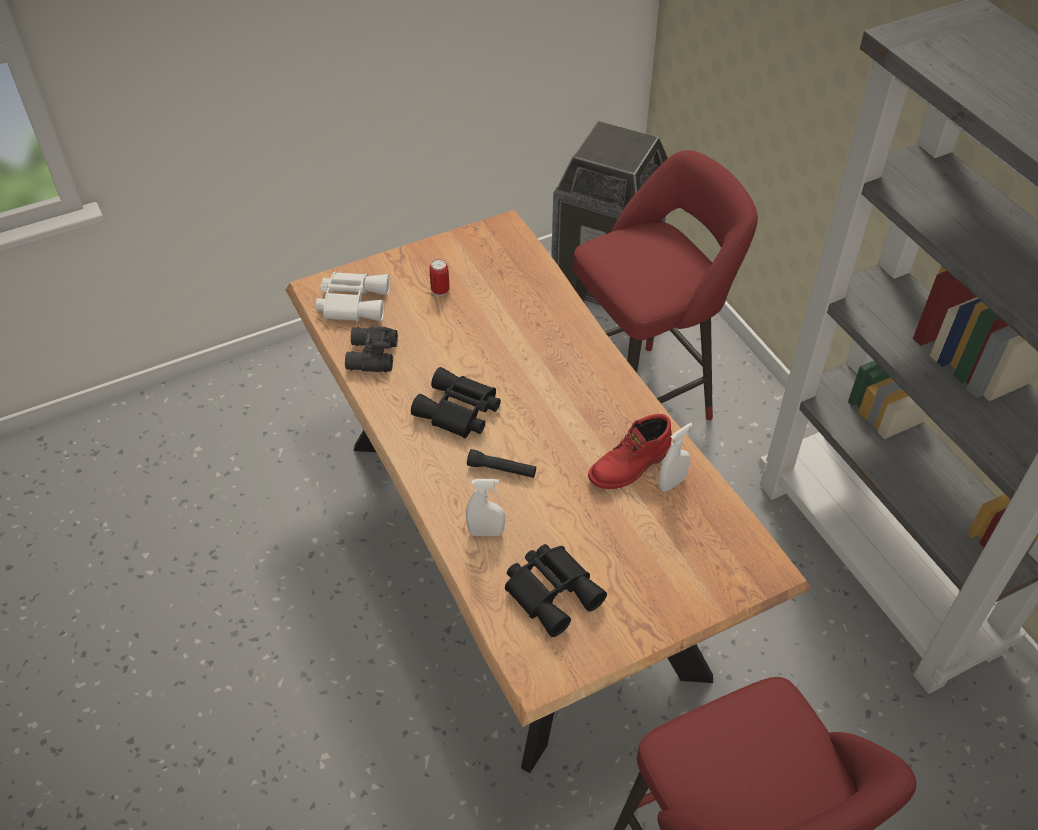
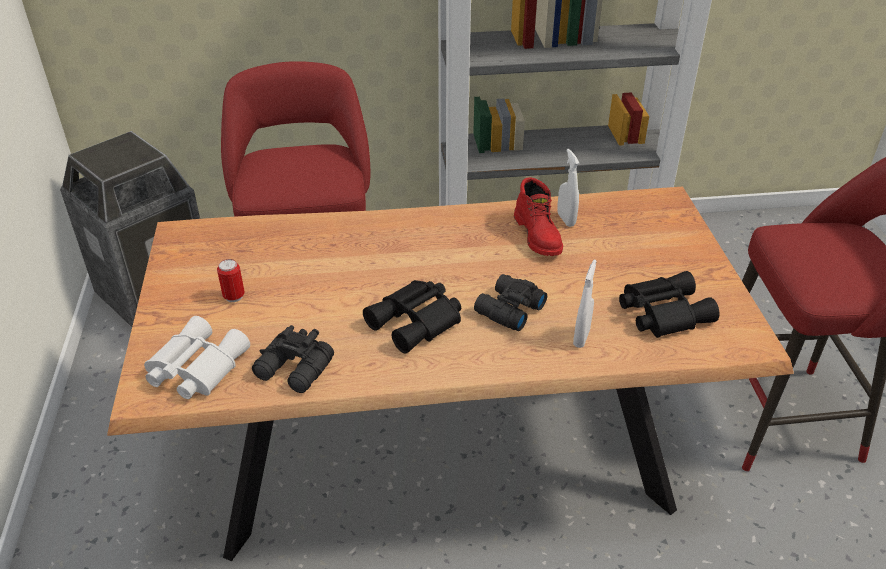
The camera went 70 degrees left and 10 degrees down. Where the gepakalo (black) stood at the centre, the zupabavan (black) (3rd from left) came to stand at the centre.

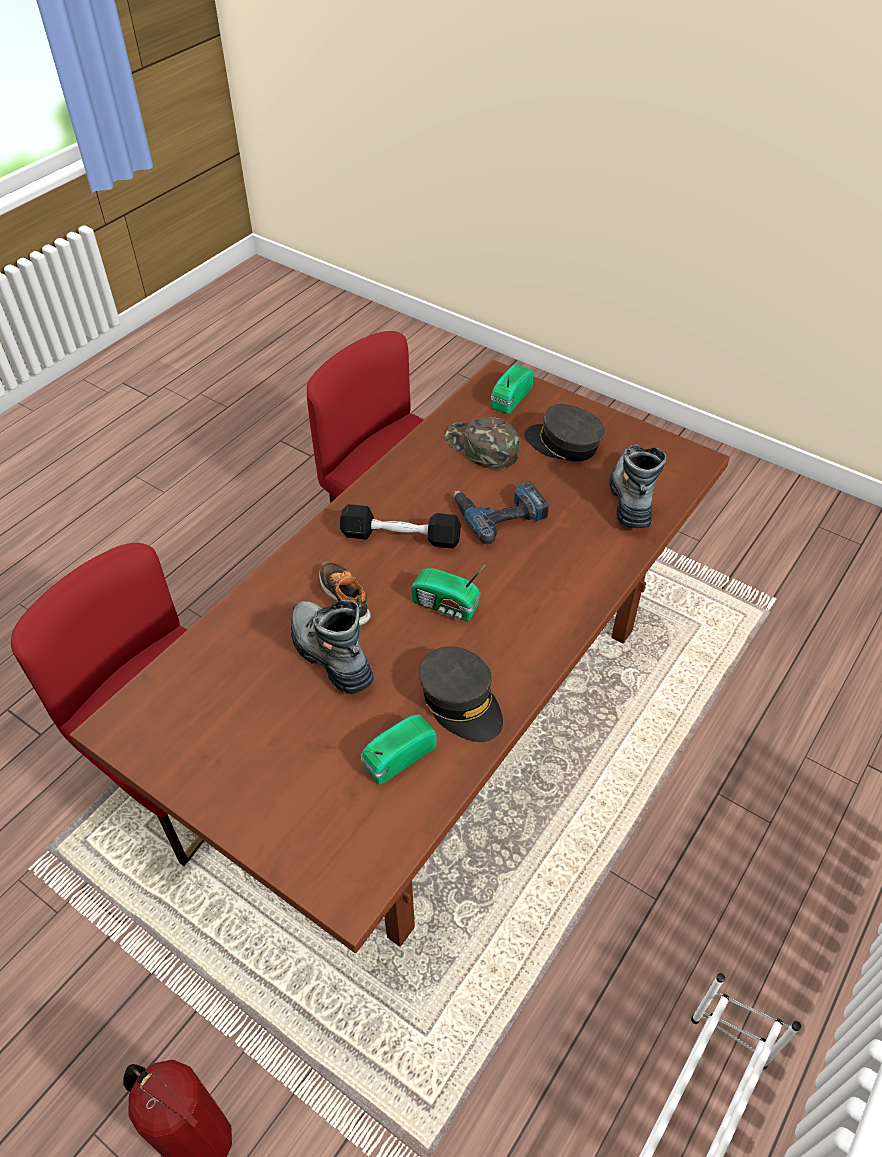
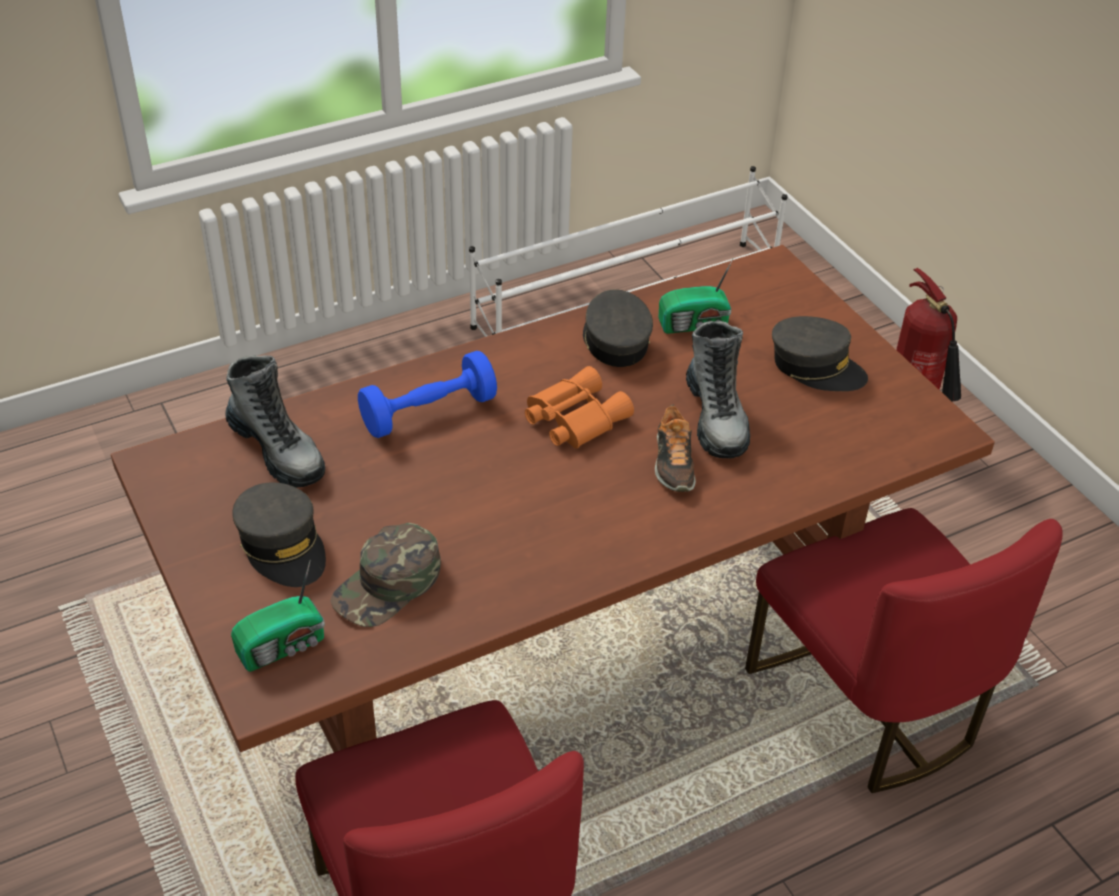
The camera went 155 degrees left and 5 degrees down. The second view lost the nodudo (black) at the centre. Where the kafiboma (2nd from left) stood at the centre, the zupabavan (orange) came to stand at the centre. The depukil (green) at the centre ended up facing another way, 60 degrees clockwise from before. The second view lost the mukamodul at the centre. The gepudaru (2nd from left in the first image) at the middle right ended up facing another way, 75 degrees counterclockwise from before. The second view gained the nodudo (blue) at the centre. The second view gained the depukil (grey) (3rd from left) at the middle right.

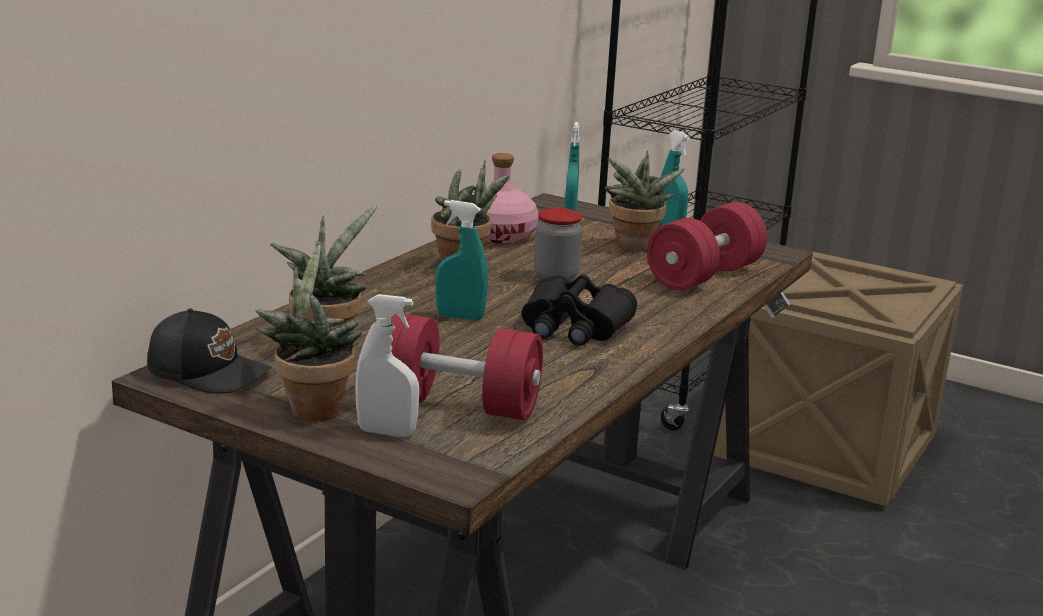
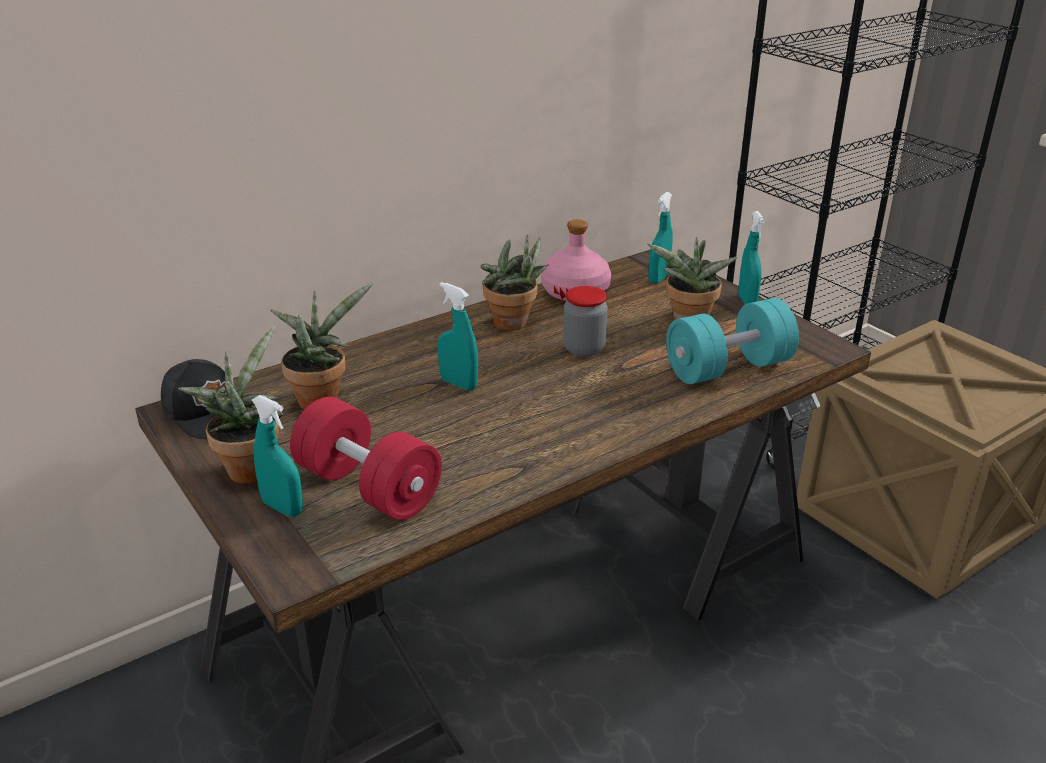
The camera went 25 degrees right and 10 degrees up. What was the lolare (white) at the centre turned into the lolare (turquoise) (1st from left) at the middle left. The second view lost the zupabavan (black) at the centre. What was the nodudo (red) (2nd from left) at the middle right turned into the nodudo (turquoise) at the middle right.

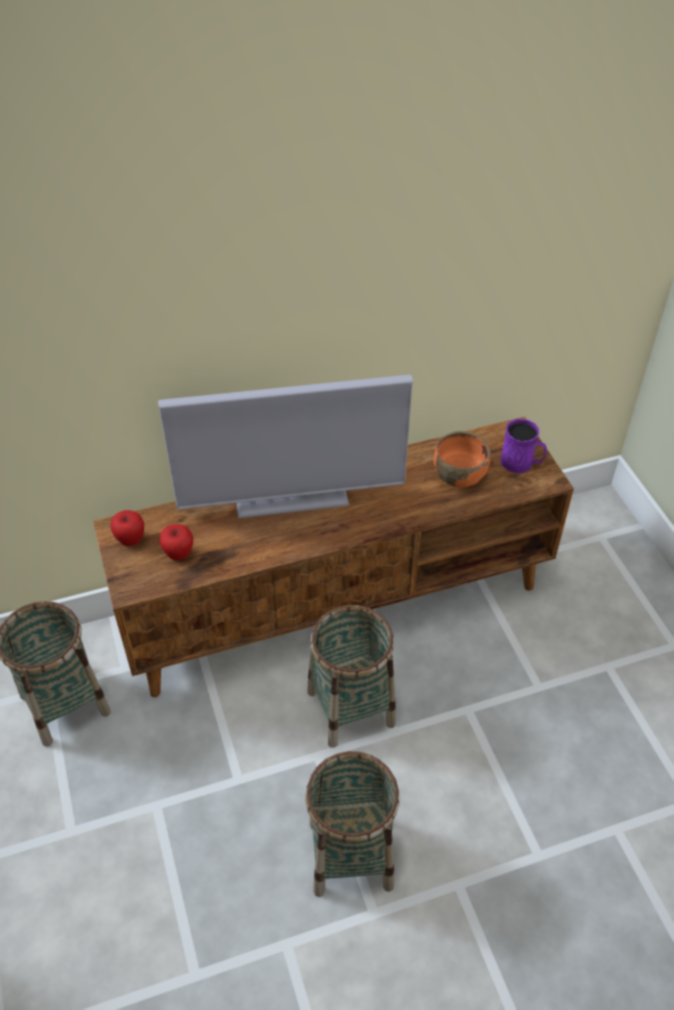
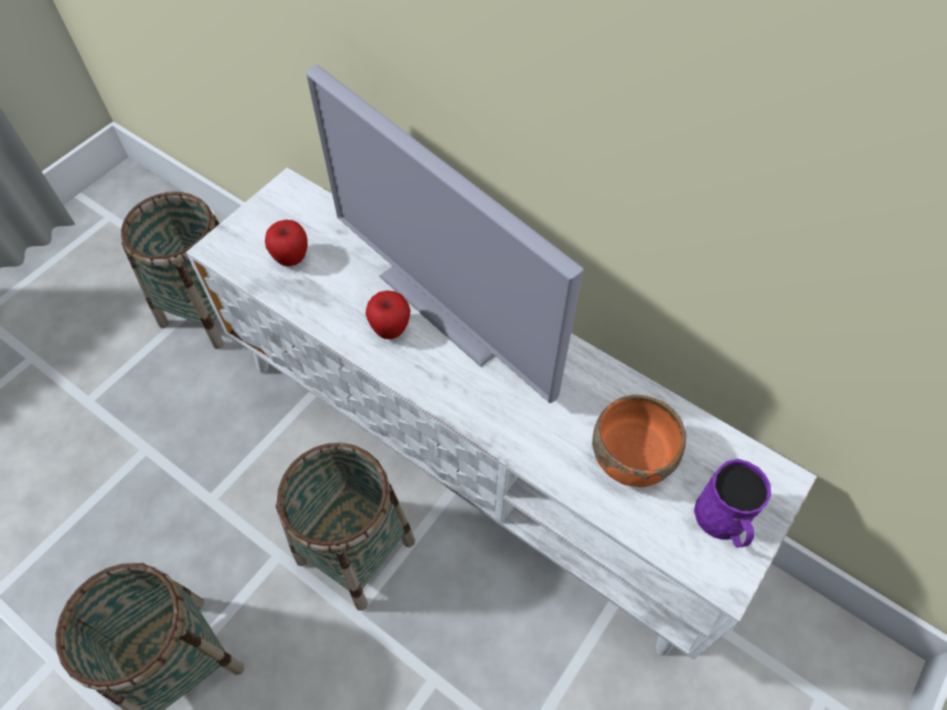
The camera went 55 degrees right and 10 degrees up. What was the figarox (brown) at the centre turned into the figarox (white) at the centre. The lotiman (1st from left in the first image) ended up elsewhere, having gone from the middle left to the centre.

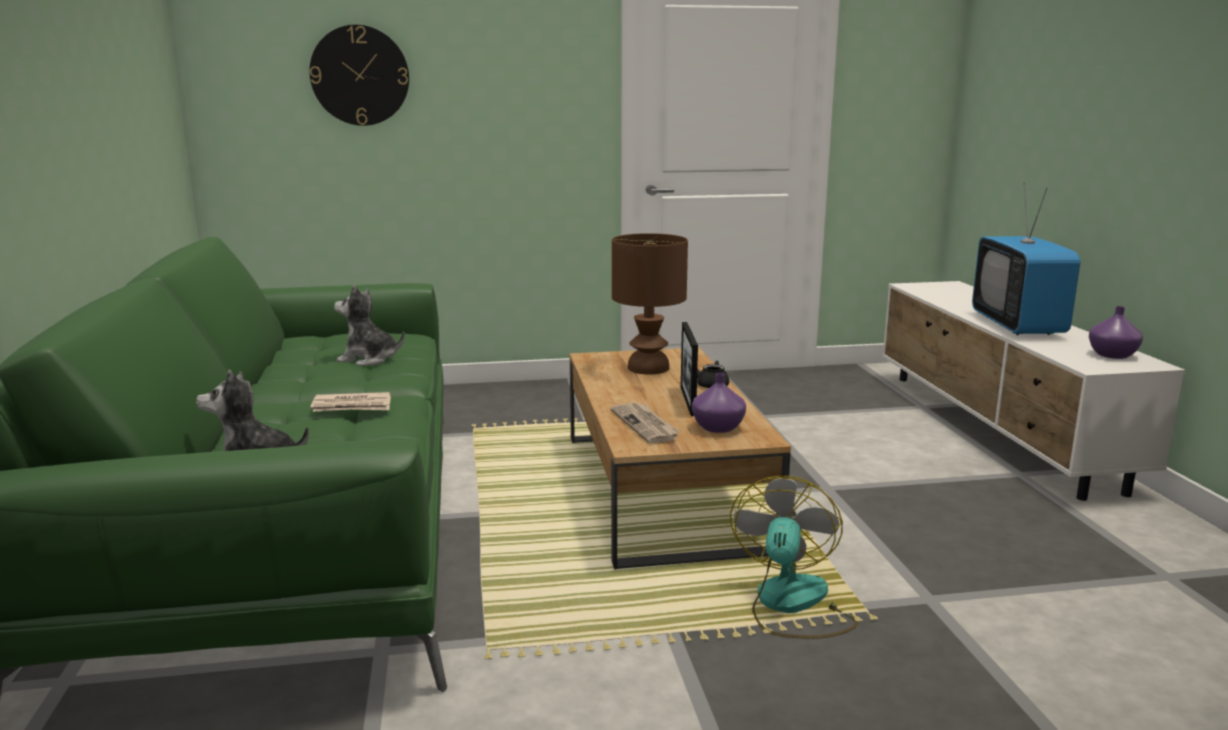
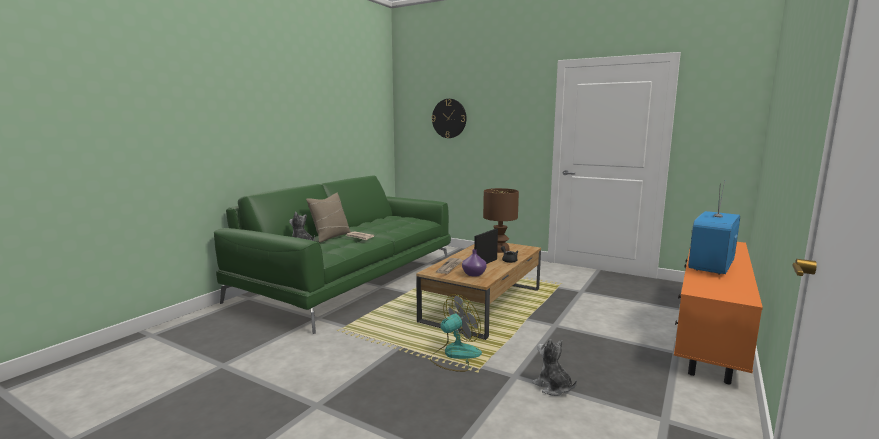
The camera went 40 degrees right and 5 degrees down. The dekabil (2nd from left) ended up elsewhere, having gone from the middle left to the bottom centre. What was the figarox (white) at the middle right turned into the figarox (orange) at the bottom right. The second view lost the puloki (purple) (2nd from left) at the middle right. The second view gained the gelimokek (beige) at the centre.

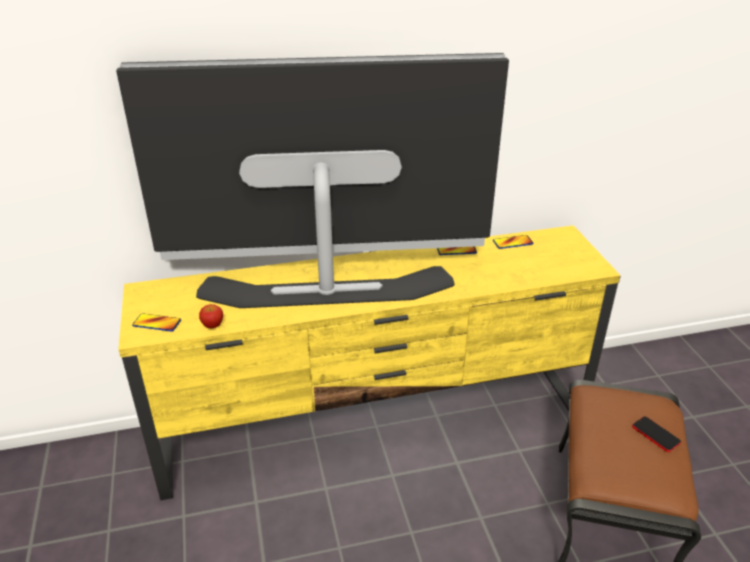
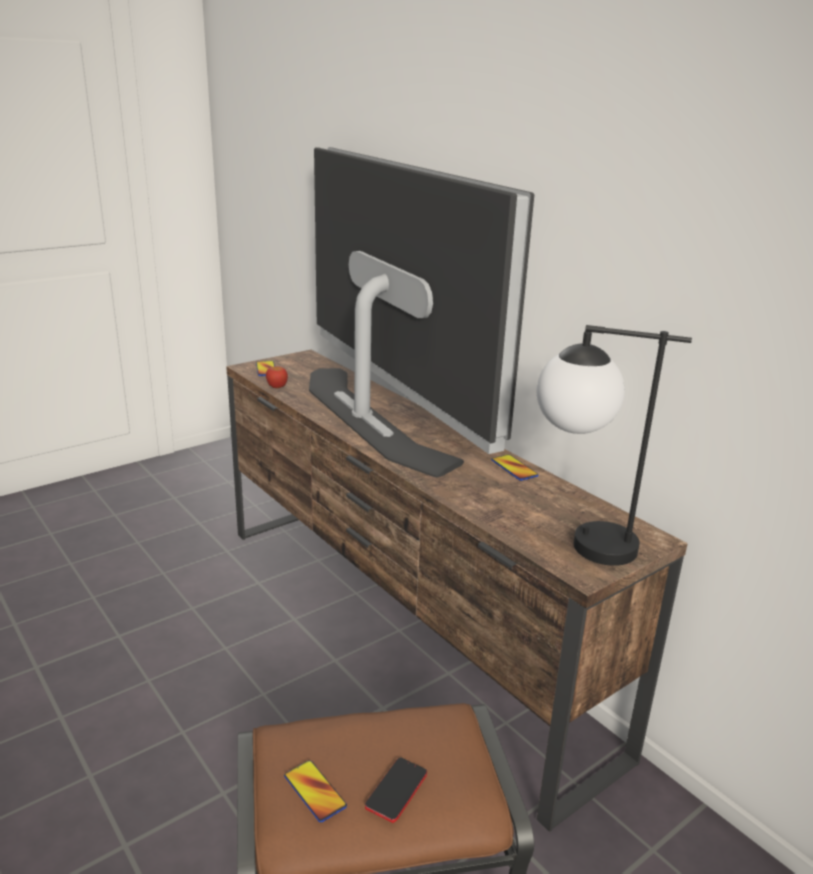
The camera went 65 degrees right and 10 degrees down. What was the figarox (yellow) at the centre turned into the figarox (brown) at the bottom centre. The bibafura (3rd from left in the first image) ended up elsewhere, having gone from the middle right to the bottom centre. The second view gained the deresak at the middle right.

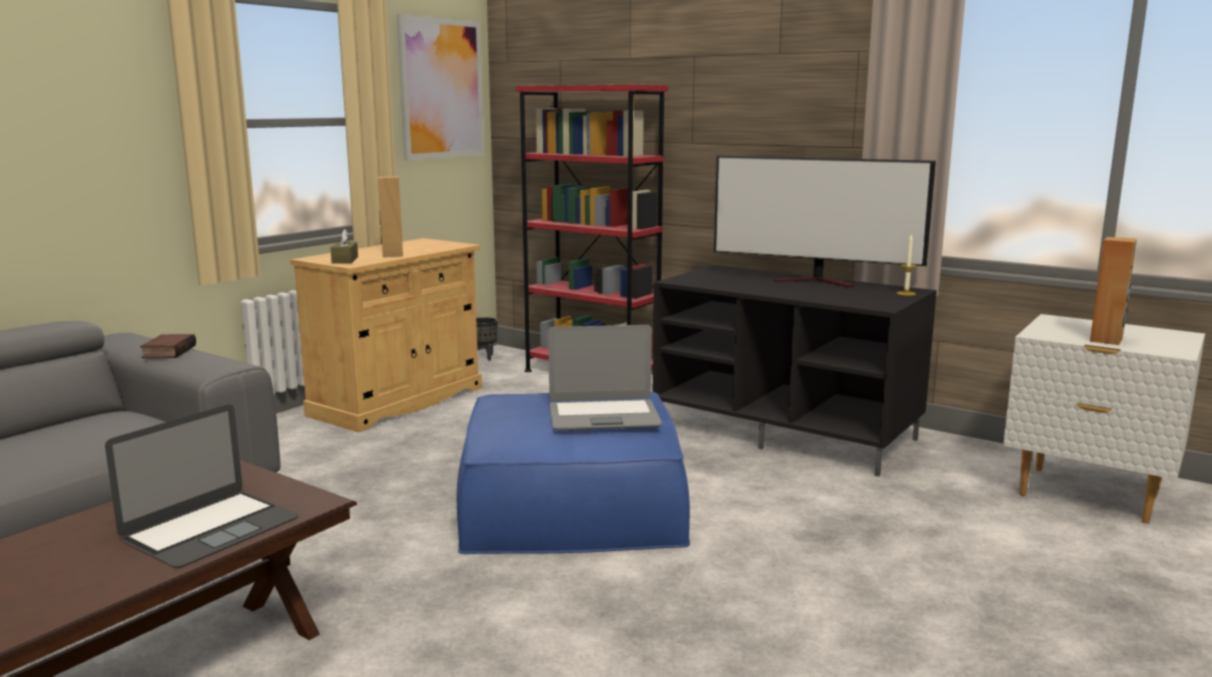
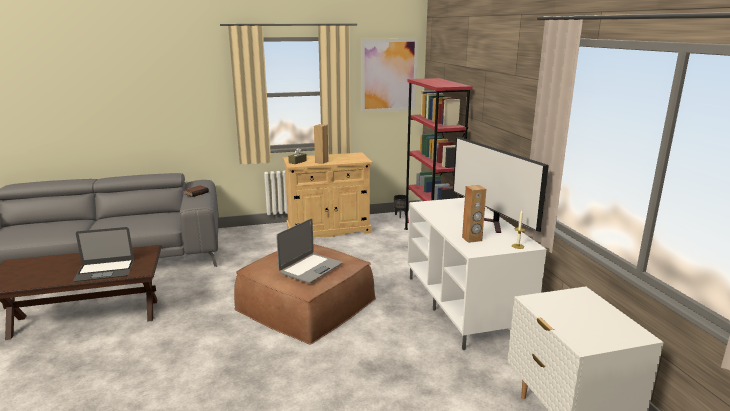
The camera went 40 degrees right and 5 degrees up. What was the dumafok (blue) at the bottom centre turned into the dumafok (brown) at the bottom centre. The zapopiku (2nd from left) at the centre ended up facing another way, 90 degrees counterclockwise from before. What was the figarox (black) at the centre turned into the figarox (white) at the bottom centre. The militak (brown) (2nd from left) ended up elsewhere, having gone from the middle right to the centre.

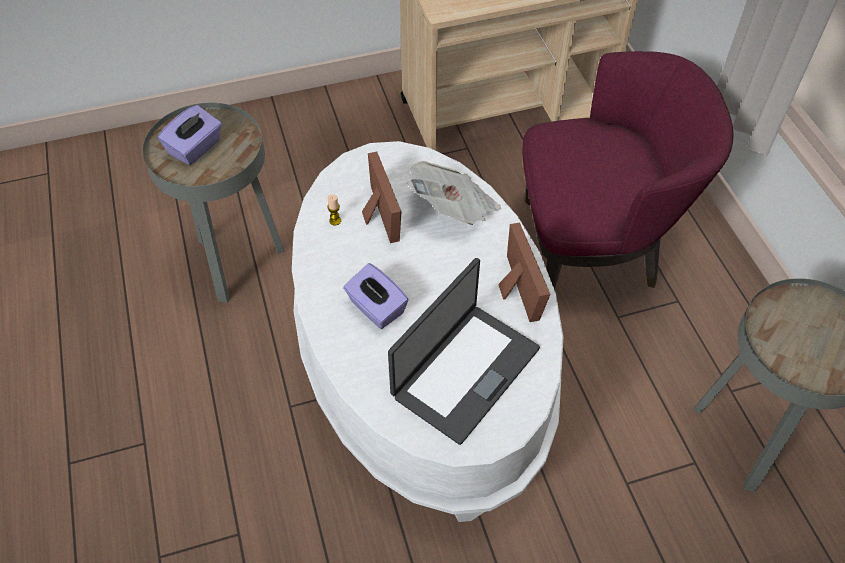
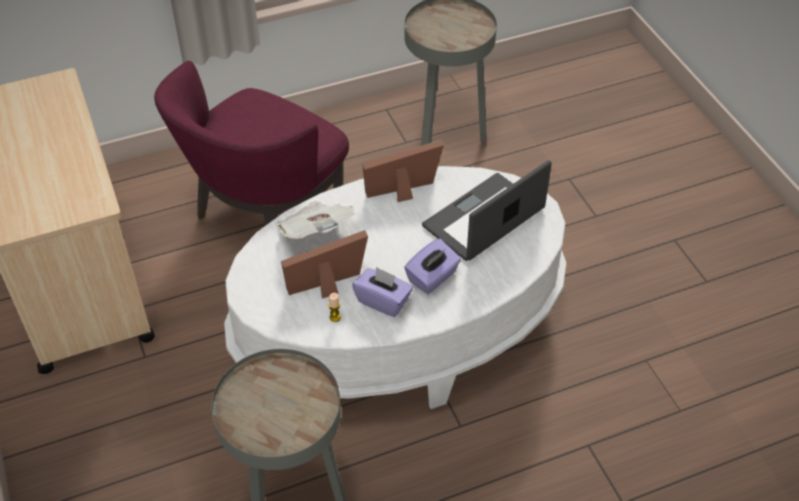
The camera went 95 degrees left and 5 degrees down. The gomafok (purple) (1st from left) ended up elsewhere, having gone from the top left to the centre. The zapopiku at the centre ended up facing another way, 75 degrees counterclockwise from before. The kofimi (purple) at the top right ended up facing another way, 135 degrees counterclockwise from before.

